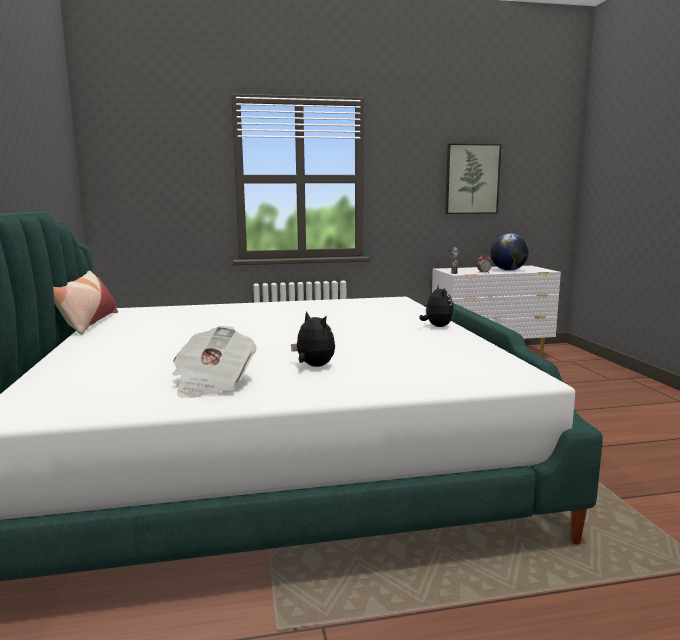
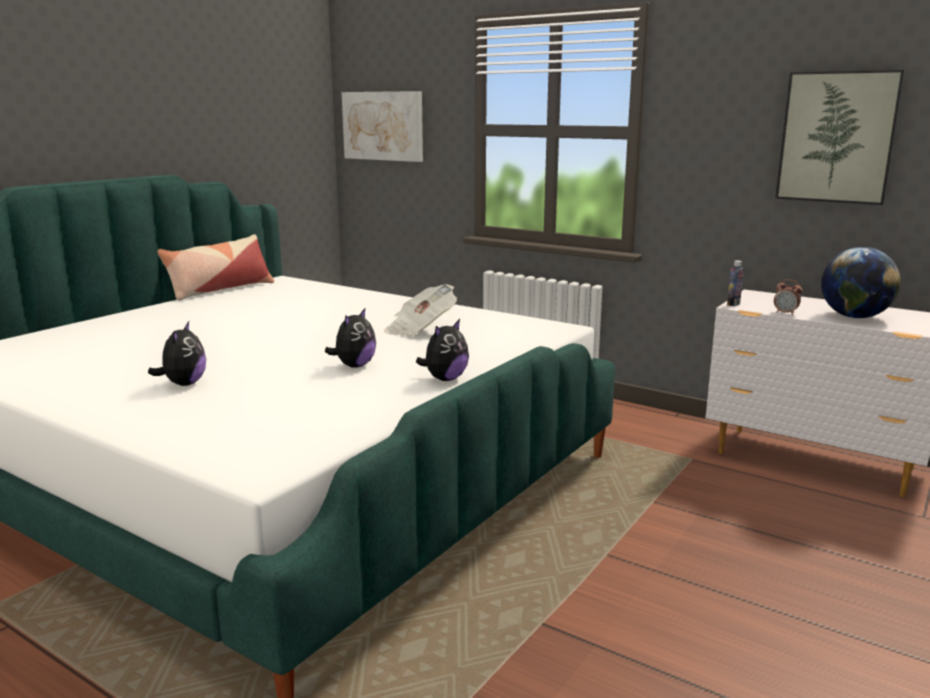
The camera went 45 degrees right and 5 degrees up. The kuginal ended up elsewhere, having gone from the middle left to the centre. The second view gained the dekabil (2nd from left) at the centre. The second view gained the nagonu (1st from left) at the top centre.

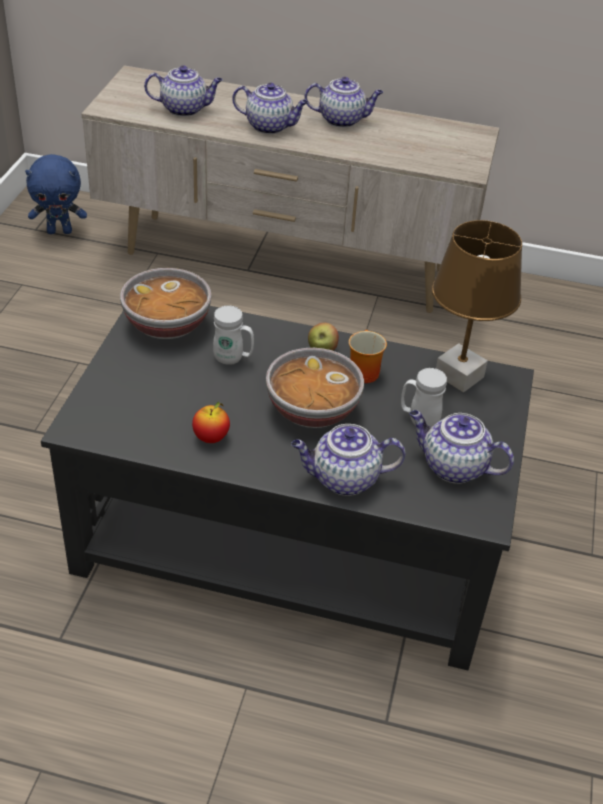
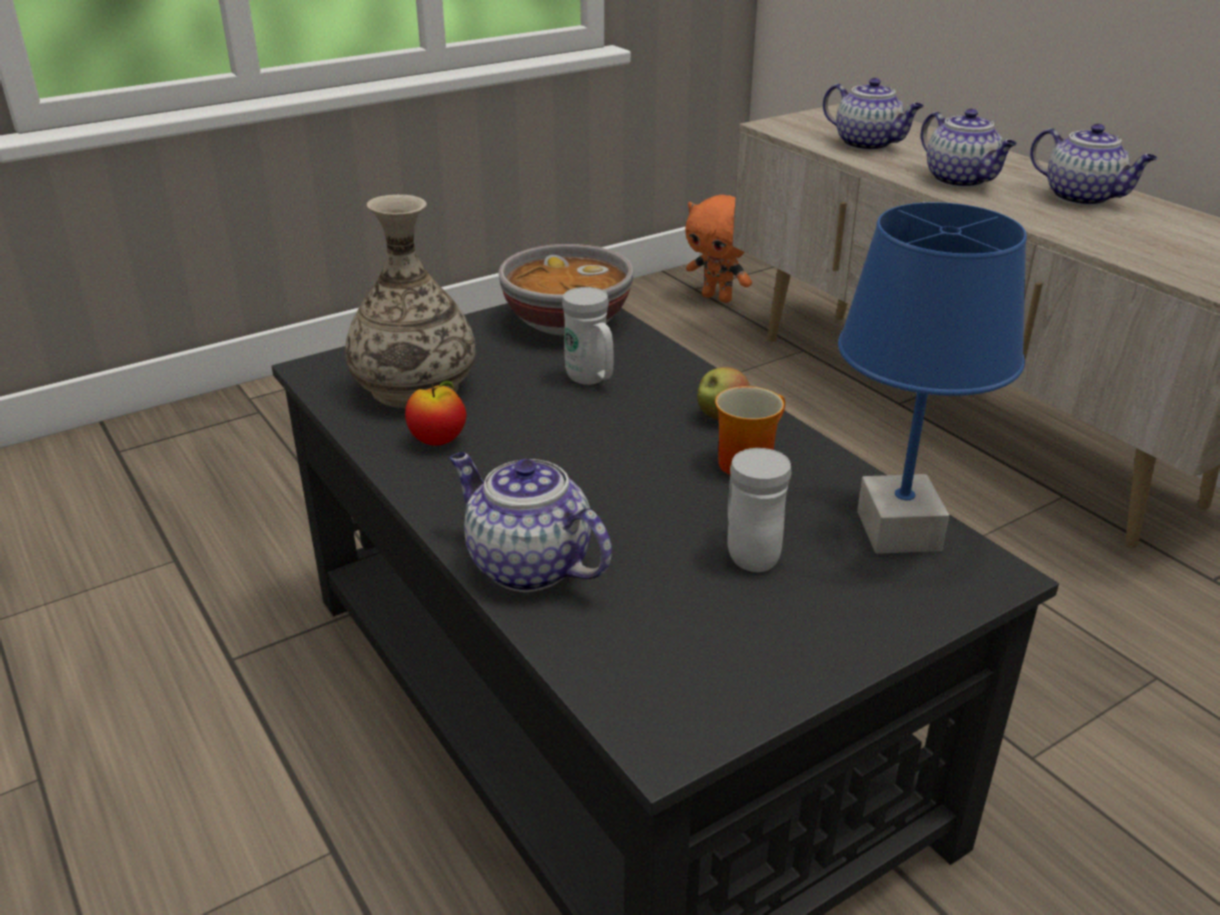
The camera went 45 degrees right and 10 degrees down. What was the dekabil (blue) at the top left turned into the dekabil (orange) at the top centre. The second view lost the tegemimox (2nd from left) at the centre. The second view lost the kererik (5th from left) at the middle right. What was the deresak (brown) at the middle right turned into the deresak (blue) at the middle right. The second view gained the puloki at the top centre.

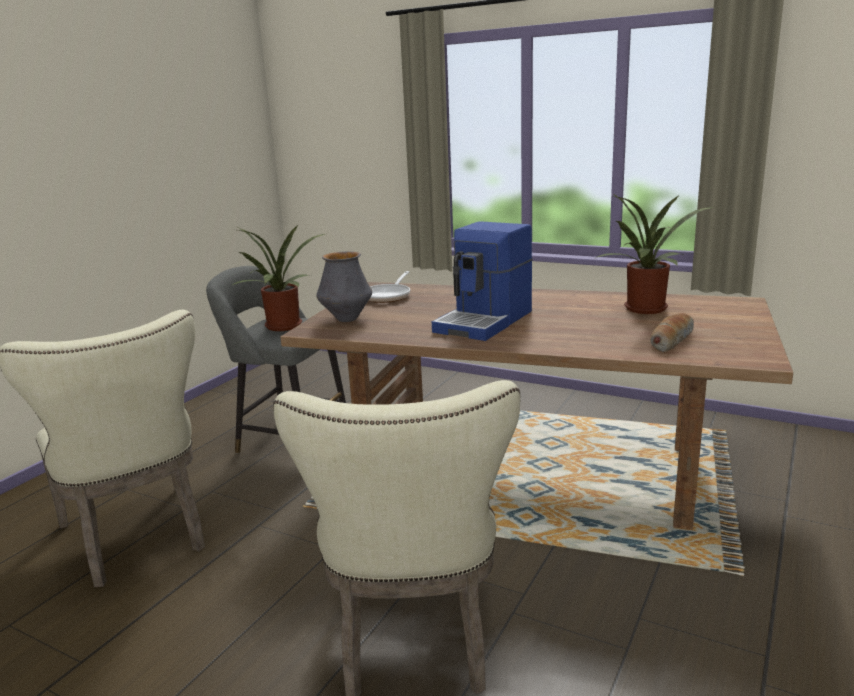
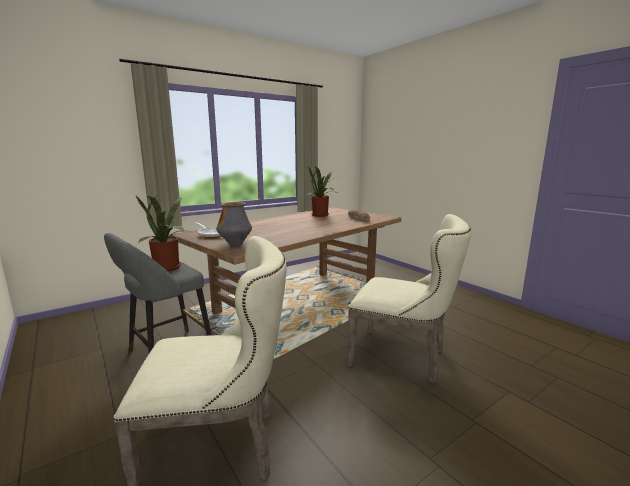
The camera went 65 degrees left and 5 degrees down. The second view lost the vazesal at the centre.

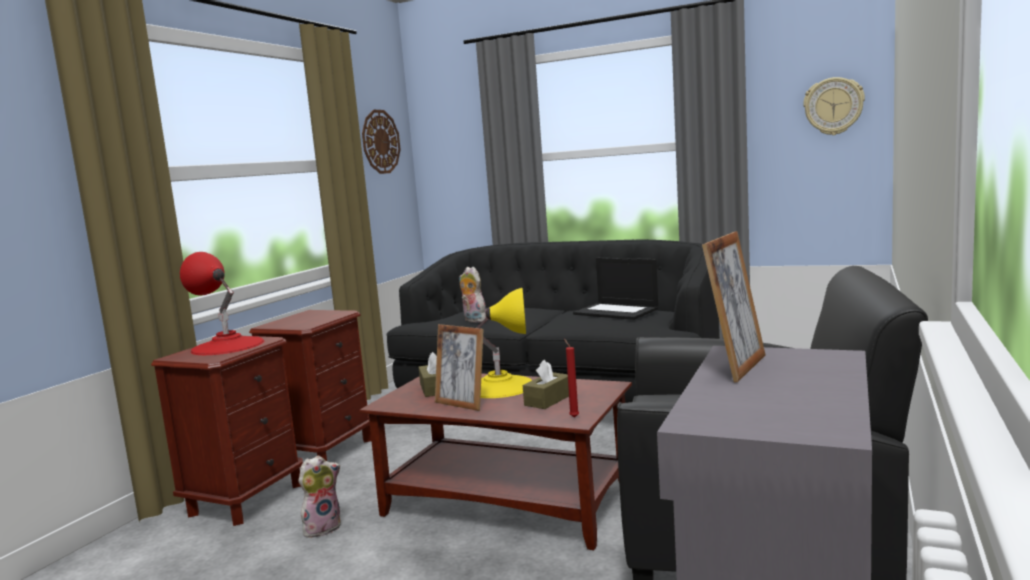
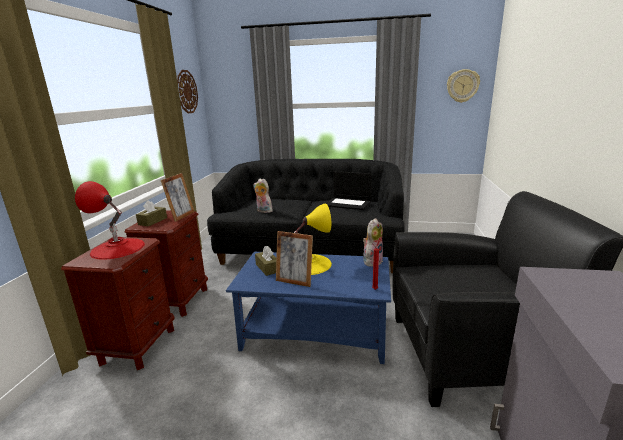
The camera went 15 degrees left and 10 degrees up. The dekabil (1st from left in the first image) ended up elsewhere, having gone from the bottom left to the centre. What was the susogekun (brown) at the bottom centre turned into the susogekun (blue) at the bottom centre. The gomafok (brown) (2nd from left in the first image) ended up elsewhere, having gone from the centre to the middle left. The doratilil (2nd from left in the first image) ended up elsewhere, having gone from the middle right to the middle left.

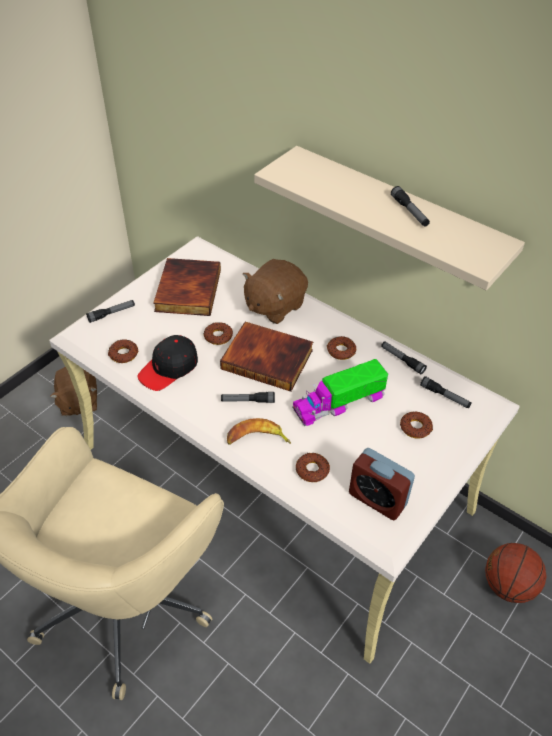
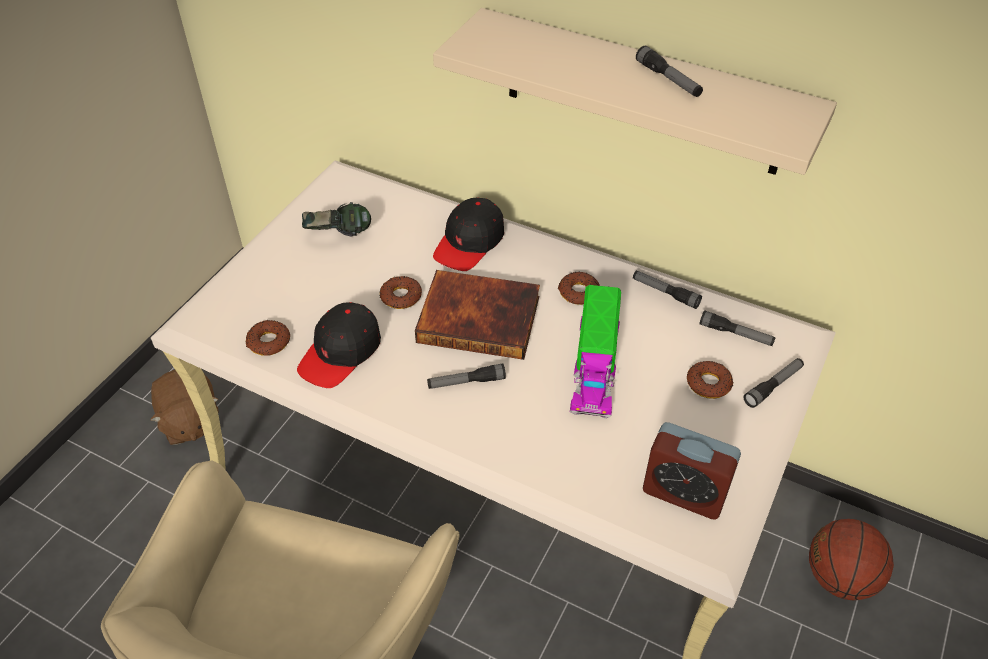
The camera went 10 degrees left and 0 degrees up. The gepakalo (1st from left in the first image) ended up elsewhere, having gone from the middle left to the middle right. Where the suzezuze (1st from left) stood at the centre, the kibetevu came to stand at the top centre. The second view lost the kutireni at the centre. Where the dekabil (brown) (2nd from left) stood at the centre, the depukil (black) (2nd from left) came to stand at the centre. The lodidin at the centre ended up facing another way, 45 degrees counterclockwise from before. The second view lost the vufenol (3rd from left) at the centre.

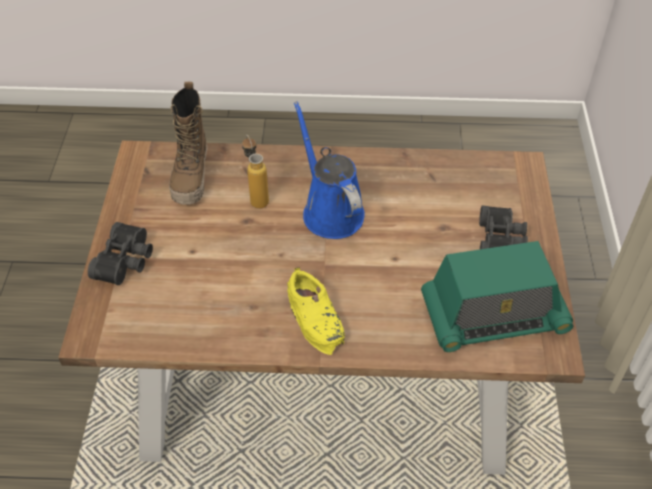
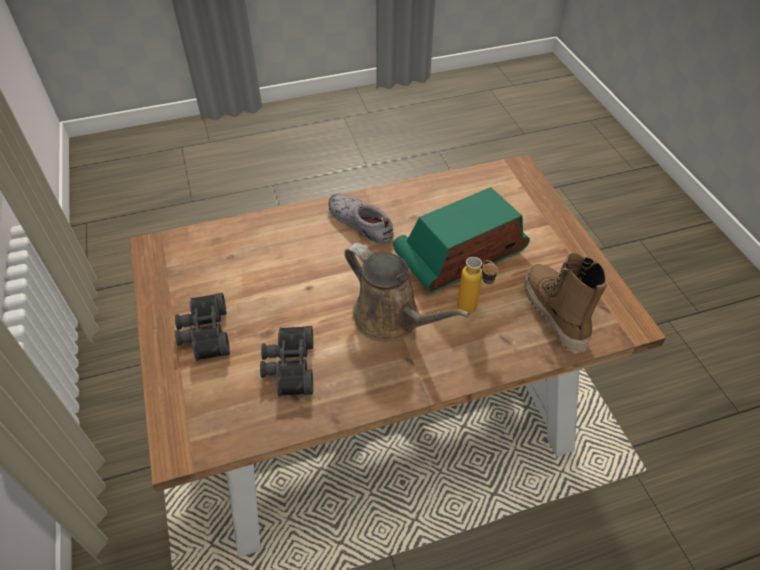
The camera went 160 degrees right and 0 degrees up. The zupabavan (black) (1st from left in the first image) ended up elsewhere, having gone from the middle left to the centre. What was the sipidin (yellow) at the centre turned into the sipidin (grey) at the centre. What was the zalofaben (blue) at the centre turned into the zalofaben (brown) at the centre. The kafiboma ended up elsewhere, having gone from the middle right to the centre.

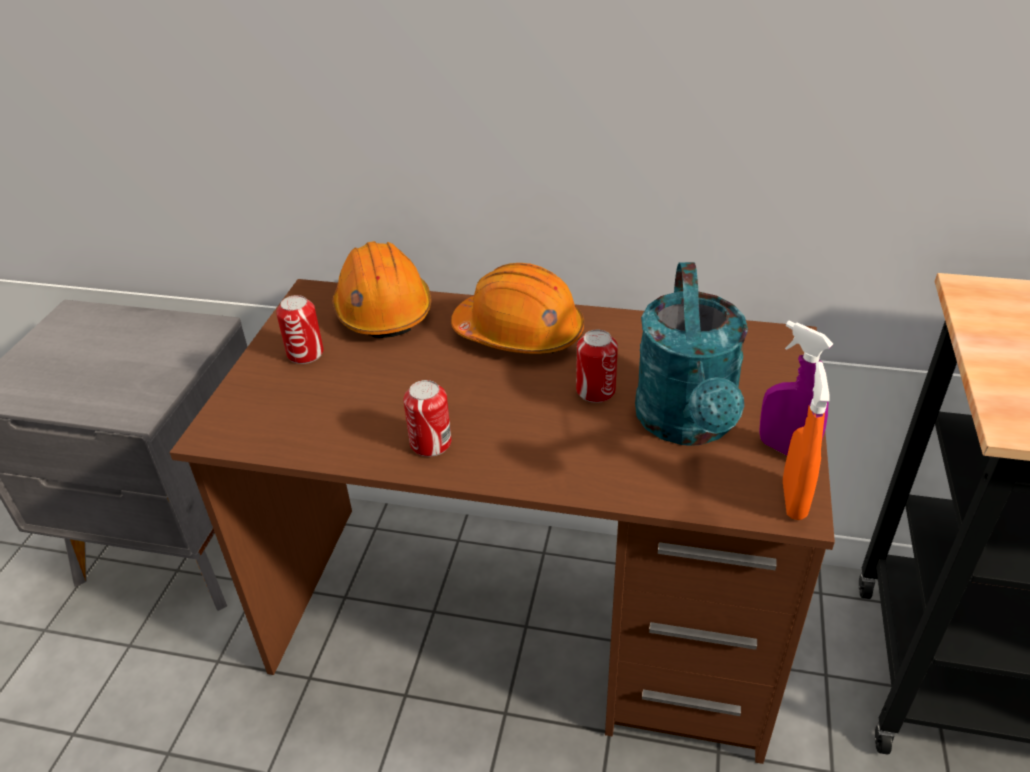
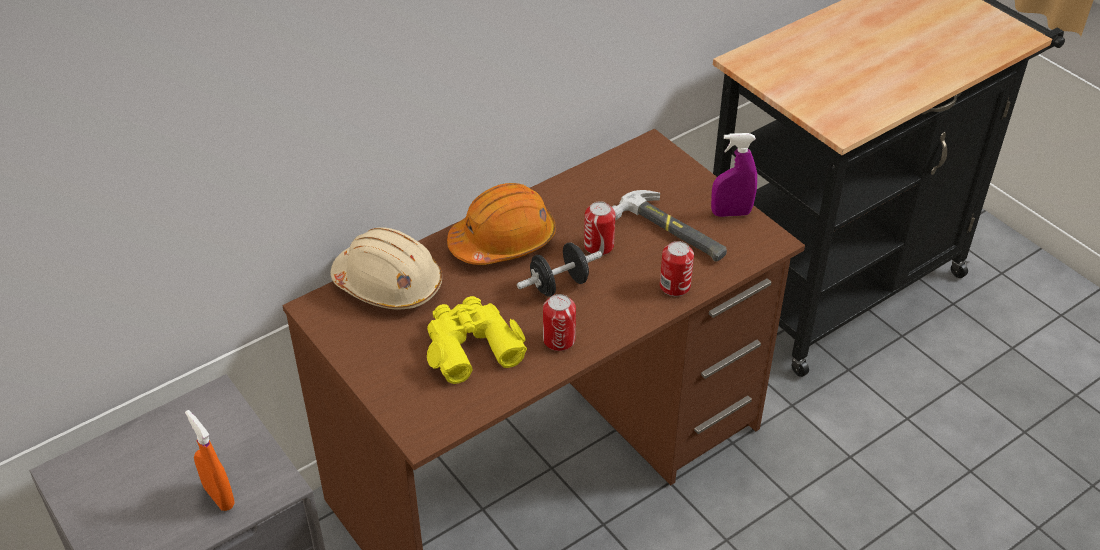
The camera went 50 degrees left and 5 degrees up. The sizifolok (1st from left in the first image) ended up elsewhere, having gone from the middle left to the centre. What was the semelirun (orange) (1st from left) at the centre turned into the semelirun (beige) at the centre. Where the zalofaben (turquoise) stood at the middle right, the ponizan came to stand at the centre. The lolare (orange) ended up elsewhere, having gone from the middle right to the bottom left. The second view gained the zupabavan (yellow) at the centre. The second view gained the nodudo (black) at the centre.

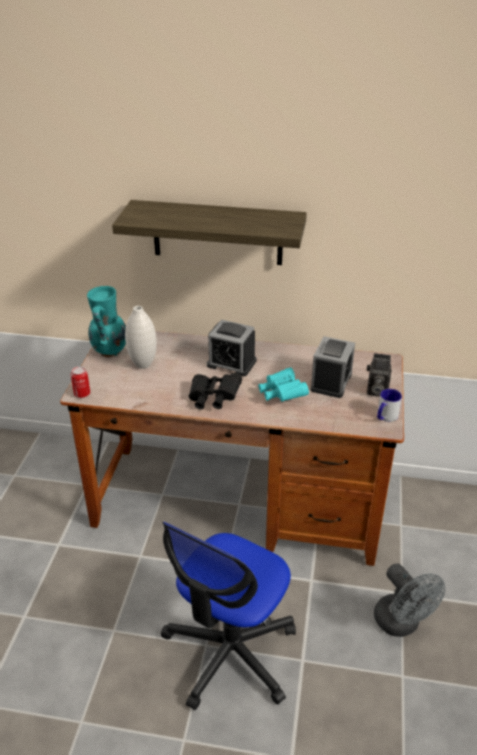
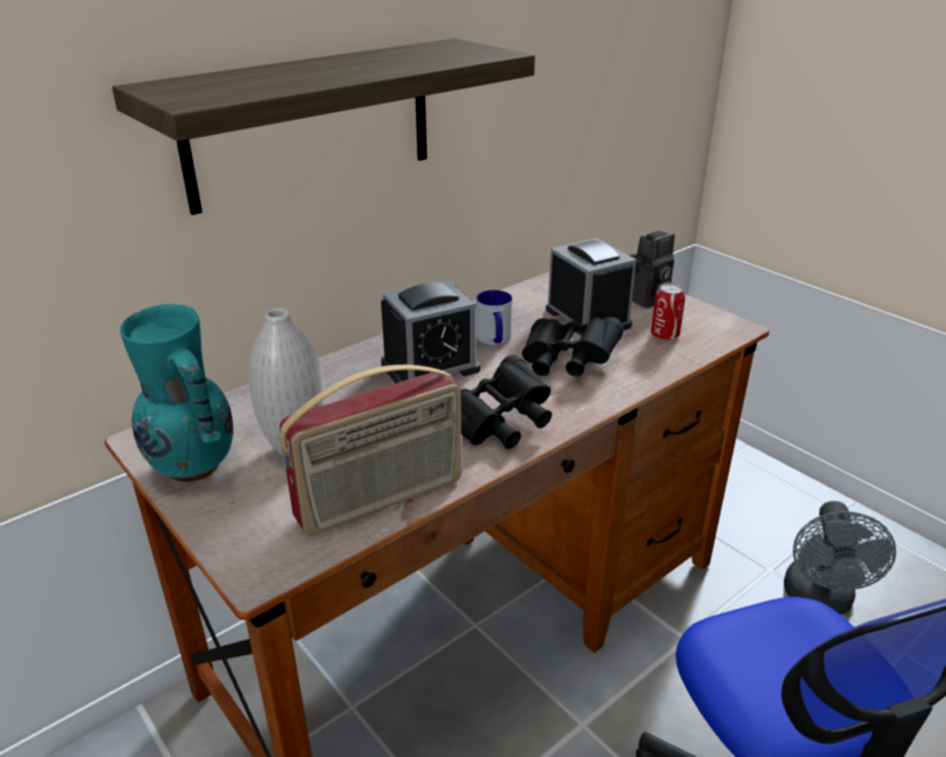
The camera went 50 degrees left and 5 degrees down. The sizifolok ended up elsewhere, having gone from the middle left to the middle right. What was the zupabavan (turquoise) at the centre turned into the zupabavan (black) (2nd from left) at the centre. The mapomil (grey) at the bottom right ended up facing another way, 90 degrees clockwise from before. The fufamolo ended up elsewhere, having gone from the middle right to the centre. The second view gained the kafiboma at the centre.

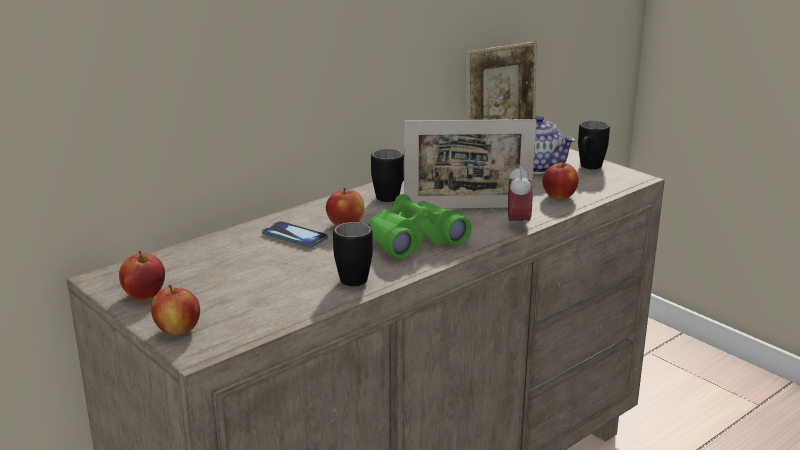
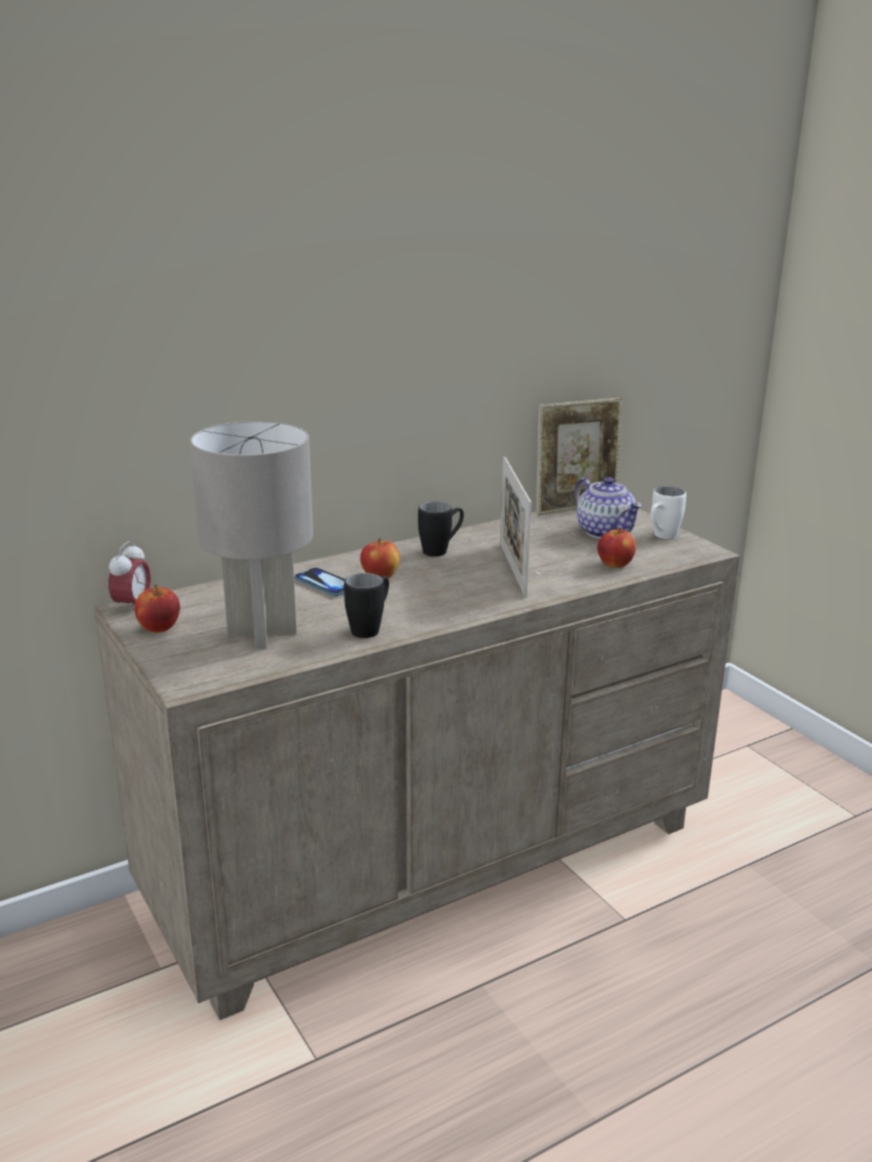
The camera went 10 degrees right and 0 degrees up. The second view lost the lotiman (2nd from left) at the bottom left. The second view lost the zupabavan (green) at the centre. The doratilil (1st from left) at the centre ended up facing another way, 75 degrees clockwise from before. The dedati ended up elsewhere, having gone from the centre to the middle left. What was the fufamolo (black) (3rd from left) at the top right turned into the fufamolo (white) at the middle right. The second view gained the deresak (grey) at the middle left.

